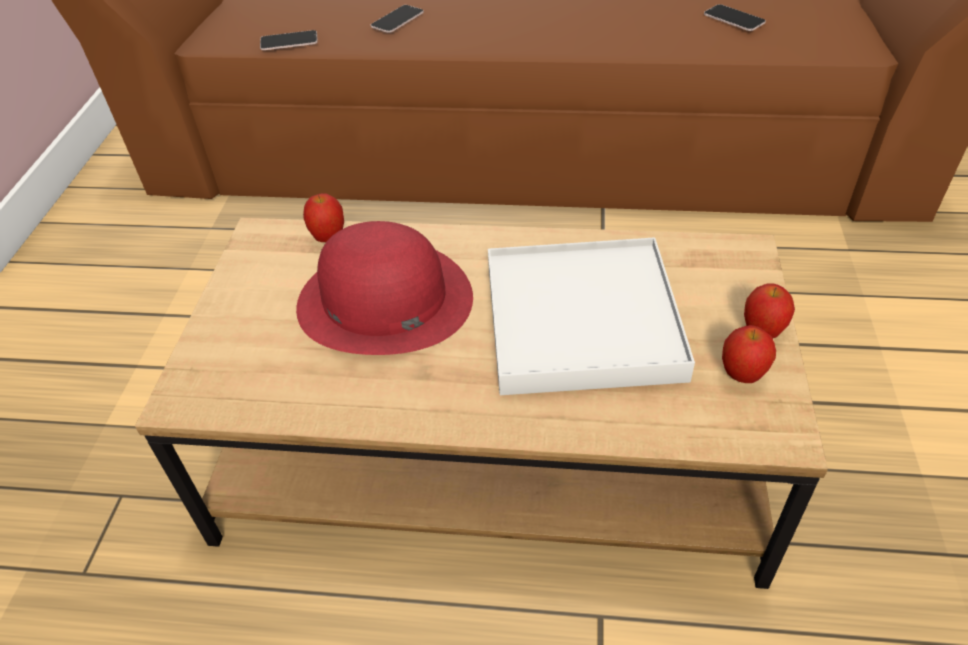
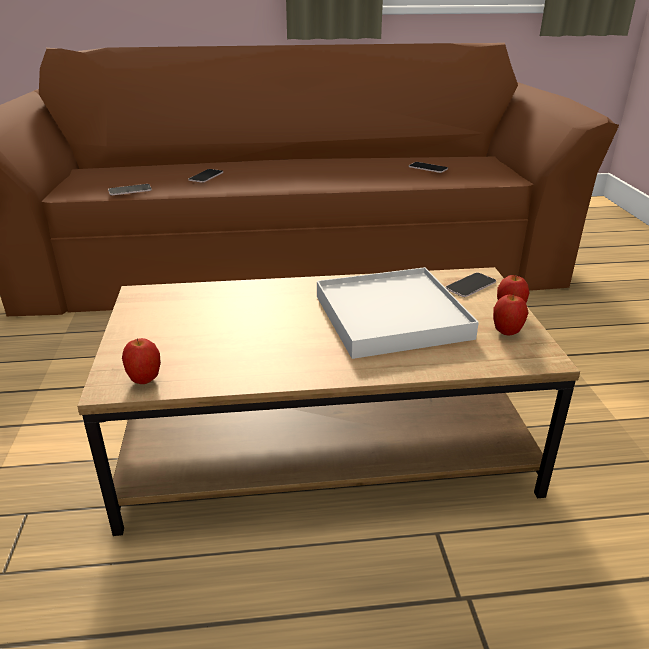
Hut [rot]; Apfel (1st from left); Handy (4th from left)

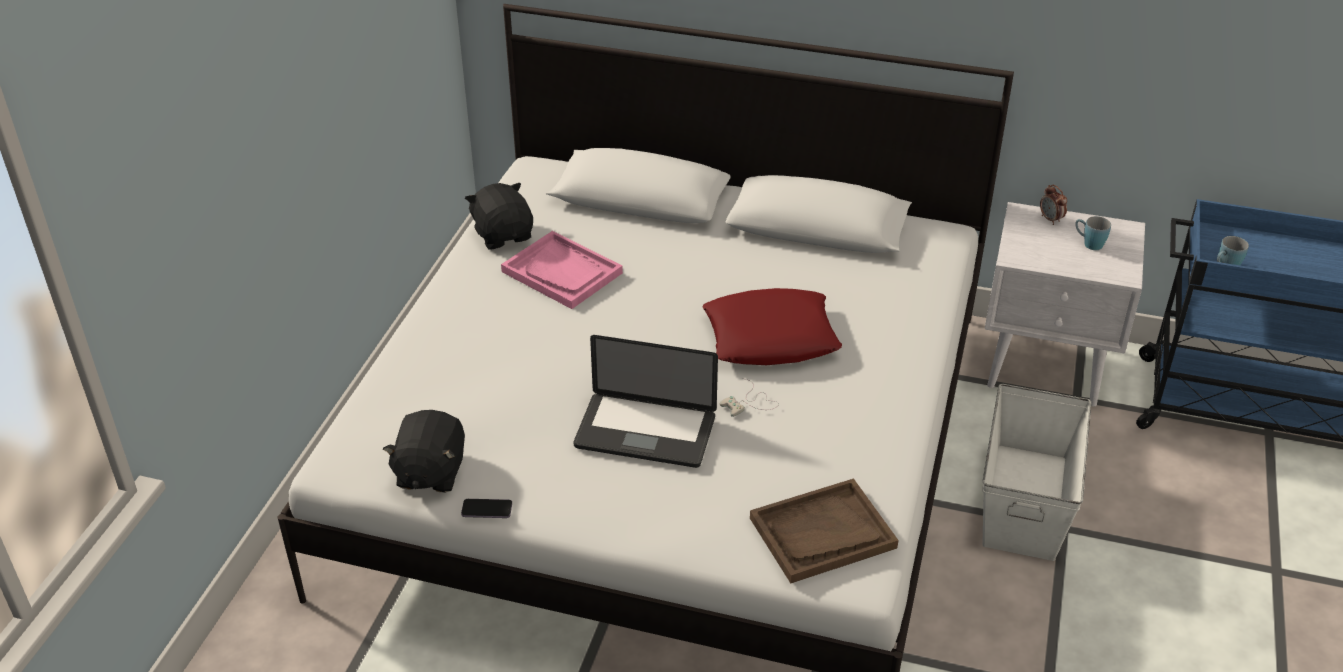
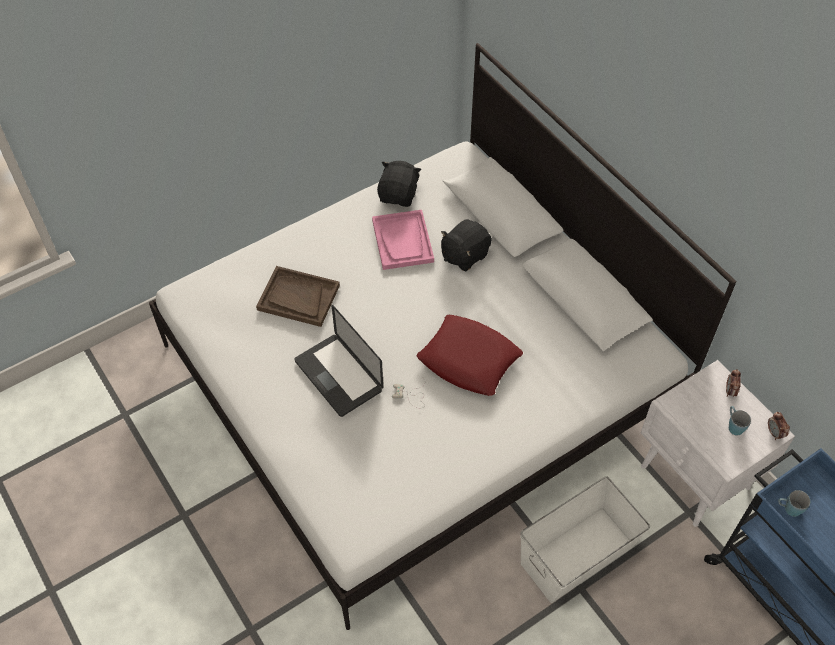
Plüschtier [schwarz] (2nd from left); Handy; Tablett [braun]; Wecker (2nd from left)

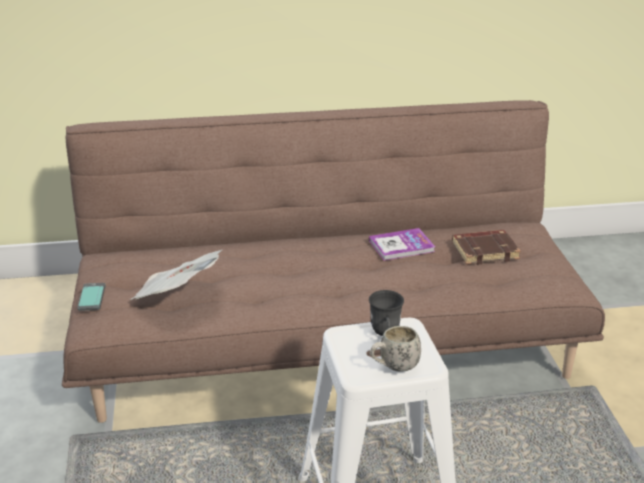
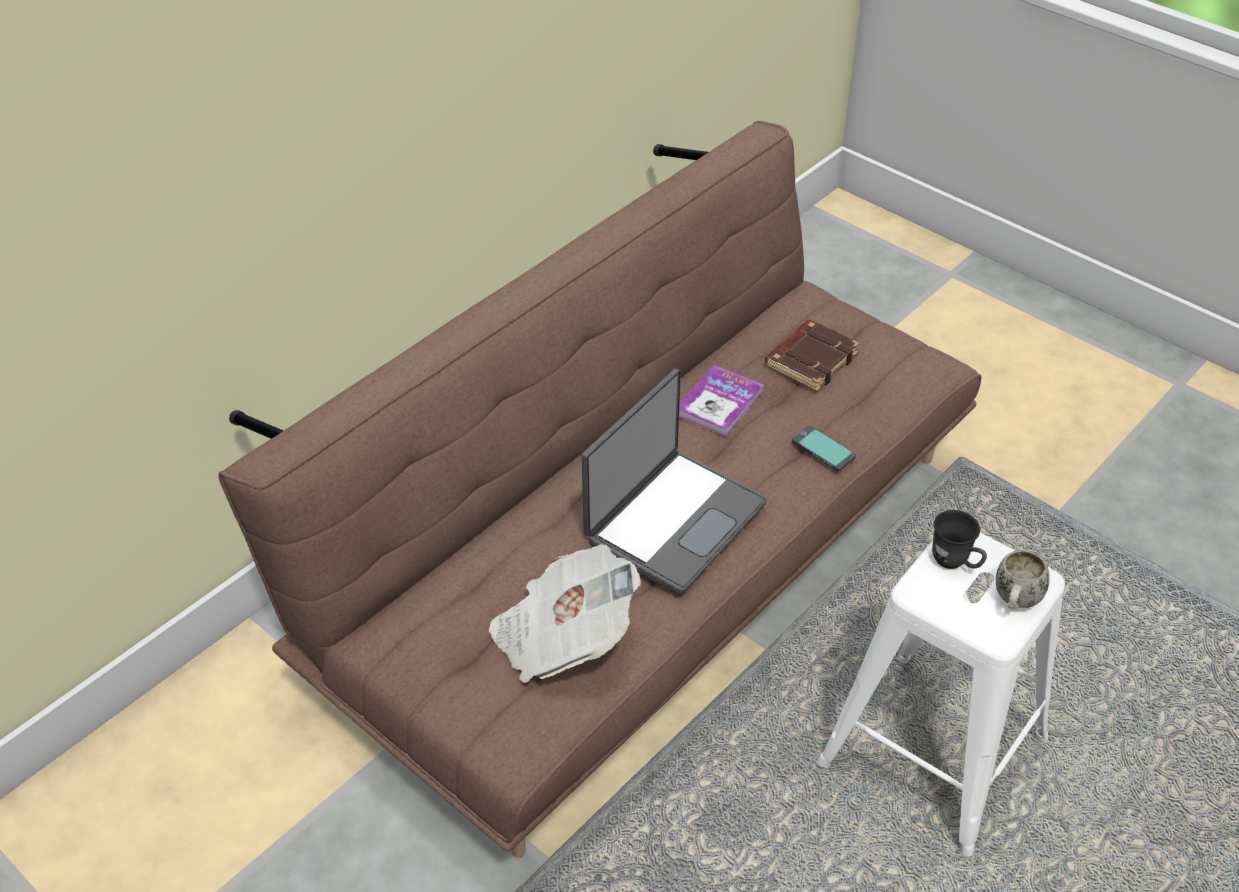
Handy; Laptop

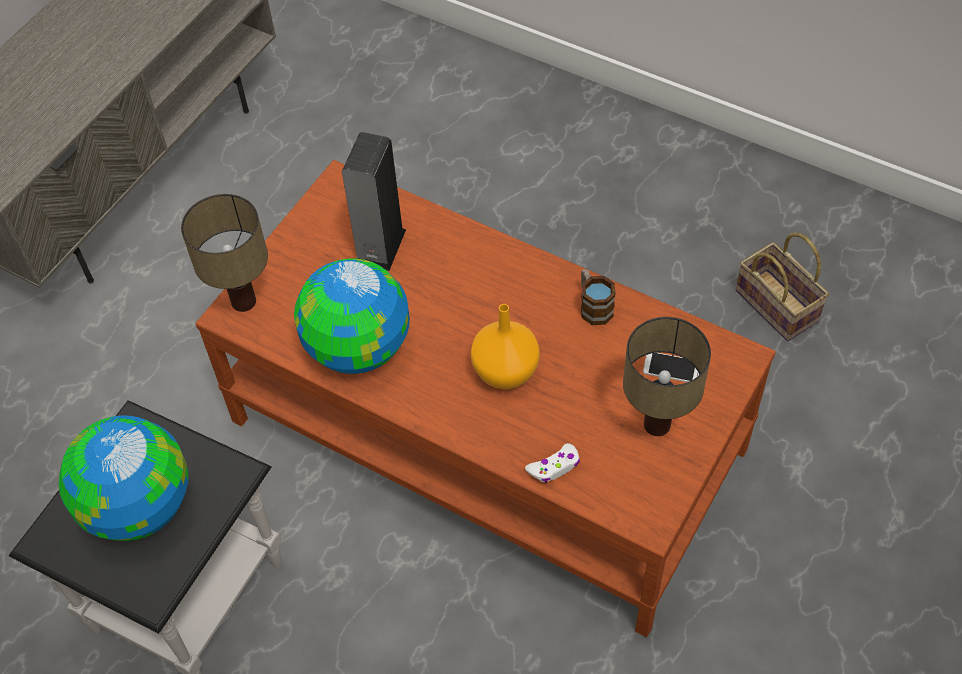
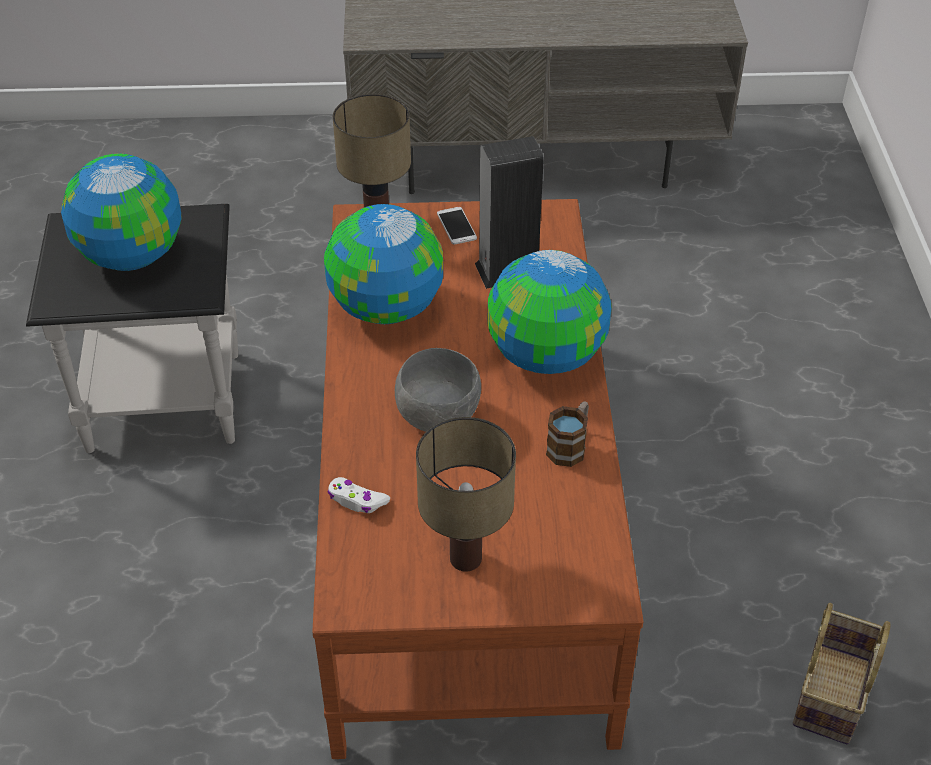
Schüssel [grau]; Handy; Globus (3rd from left)

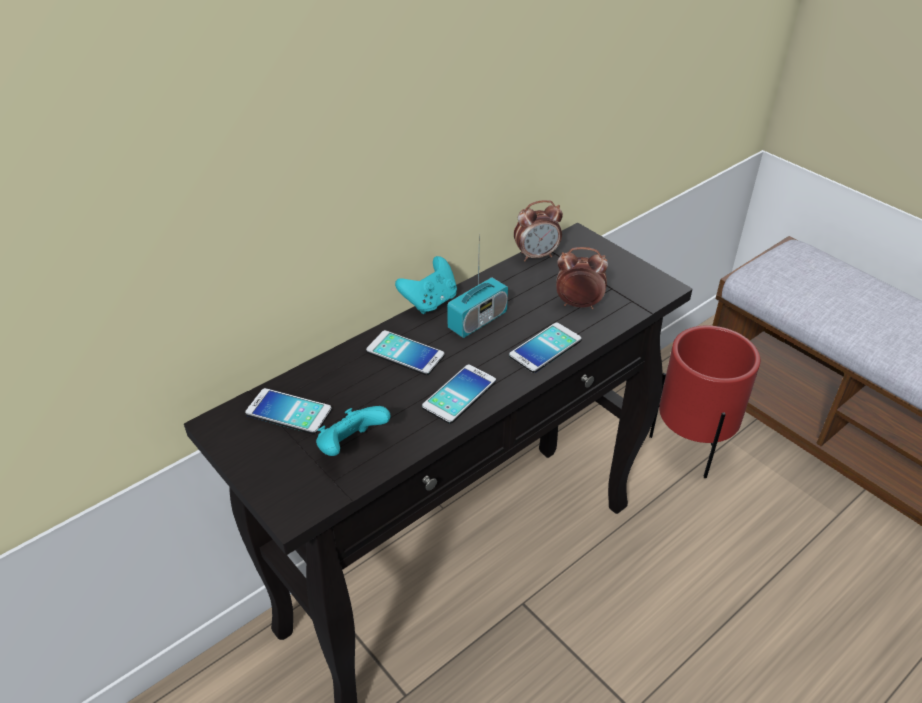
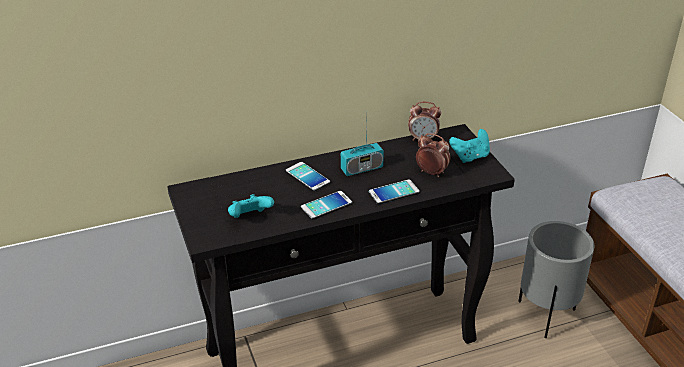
Handy (1st from left in the first image); Gamepad [türkis] (2nd from left); Pflanzkübel [grau]

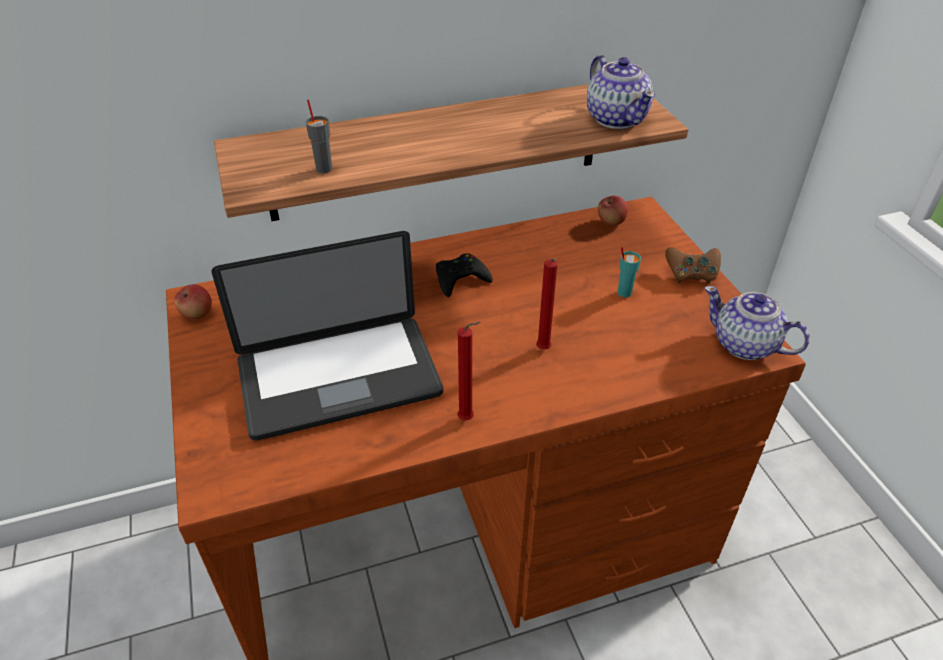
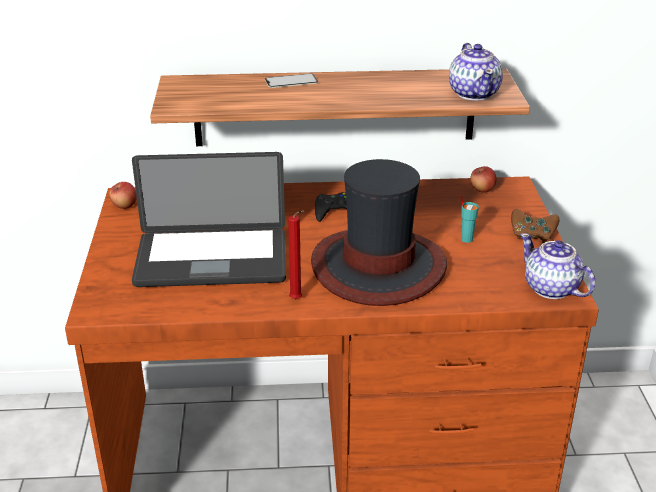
Tasse [grau]; Hut; Handy

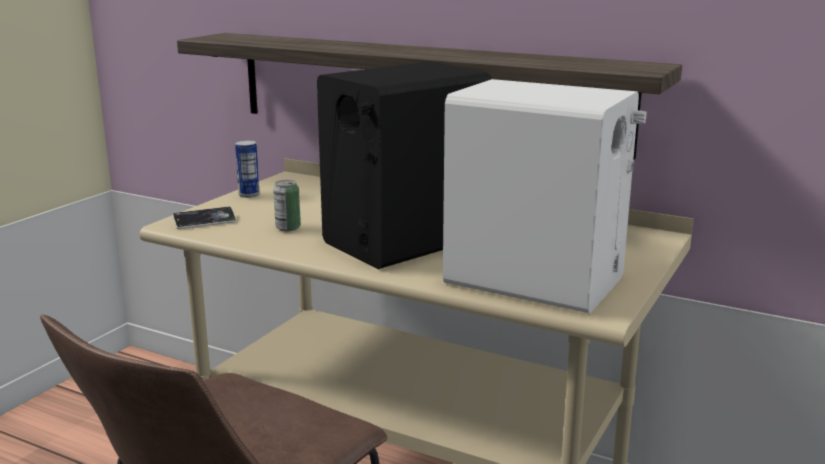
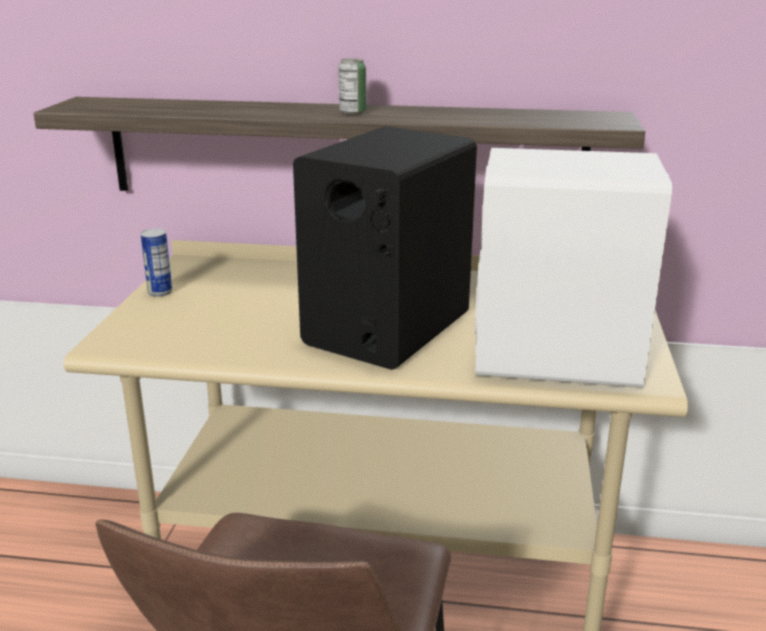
Handy; Dose (2nd from left)

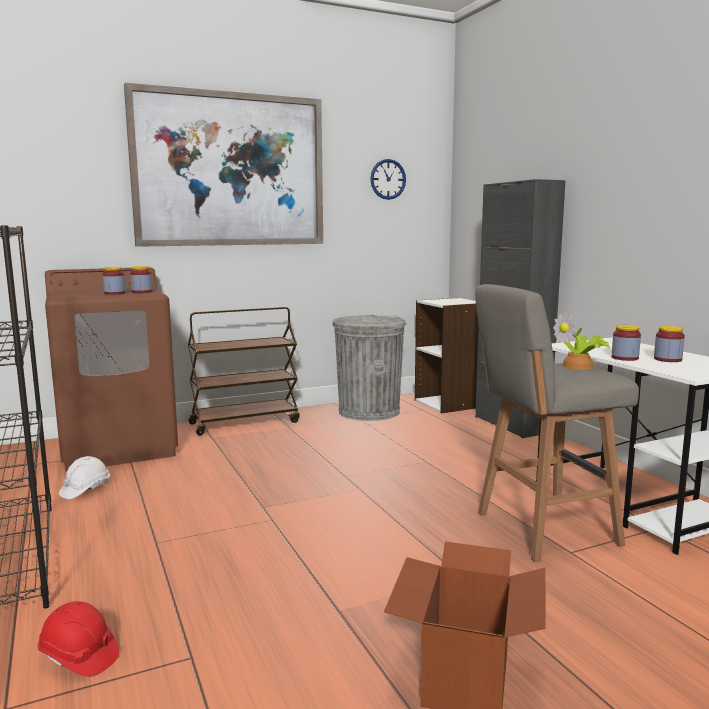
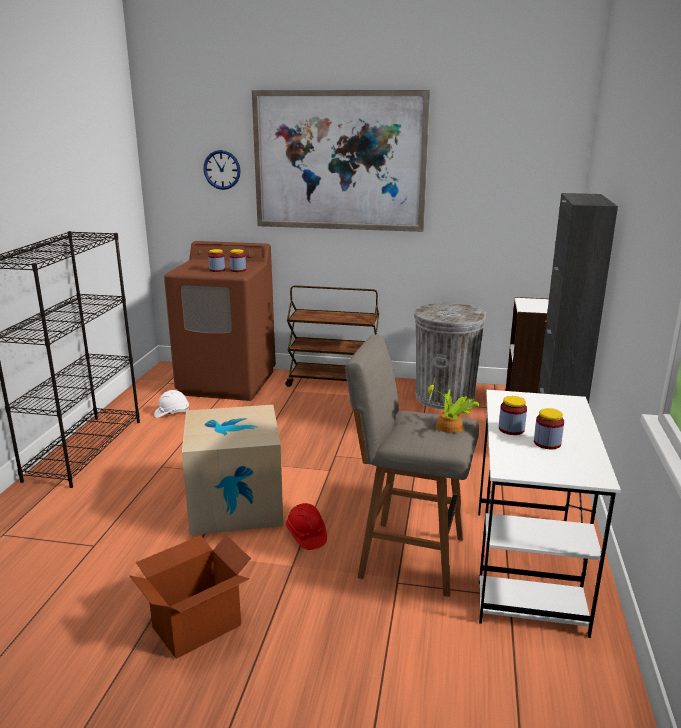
Schutzhelm [rot]; Wanduhr; Karton (2nd from left)

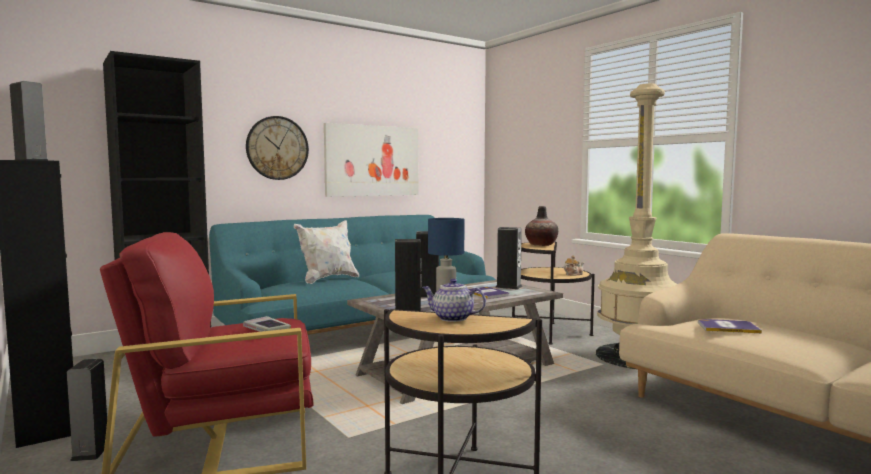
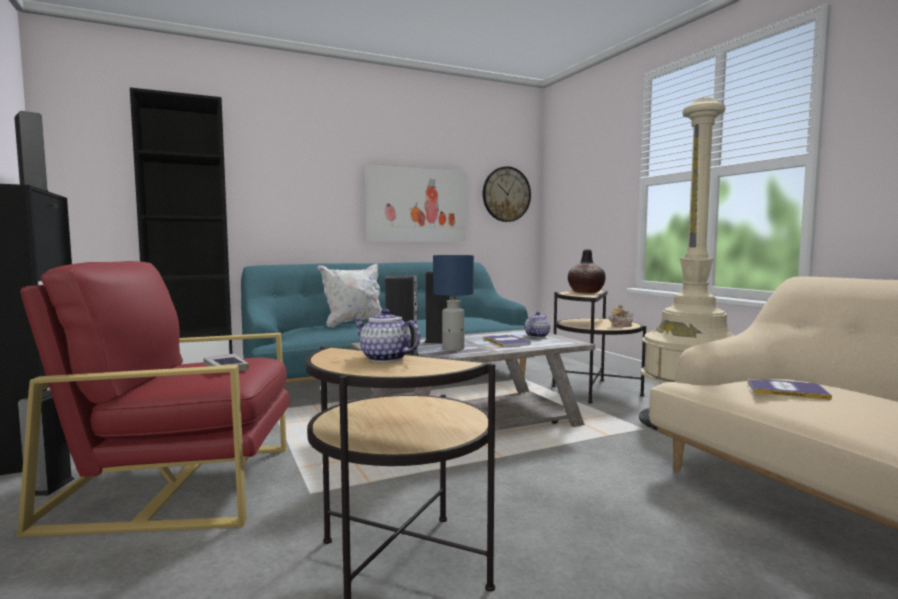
Wanduhr; Teekanne (2nd from left)

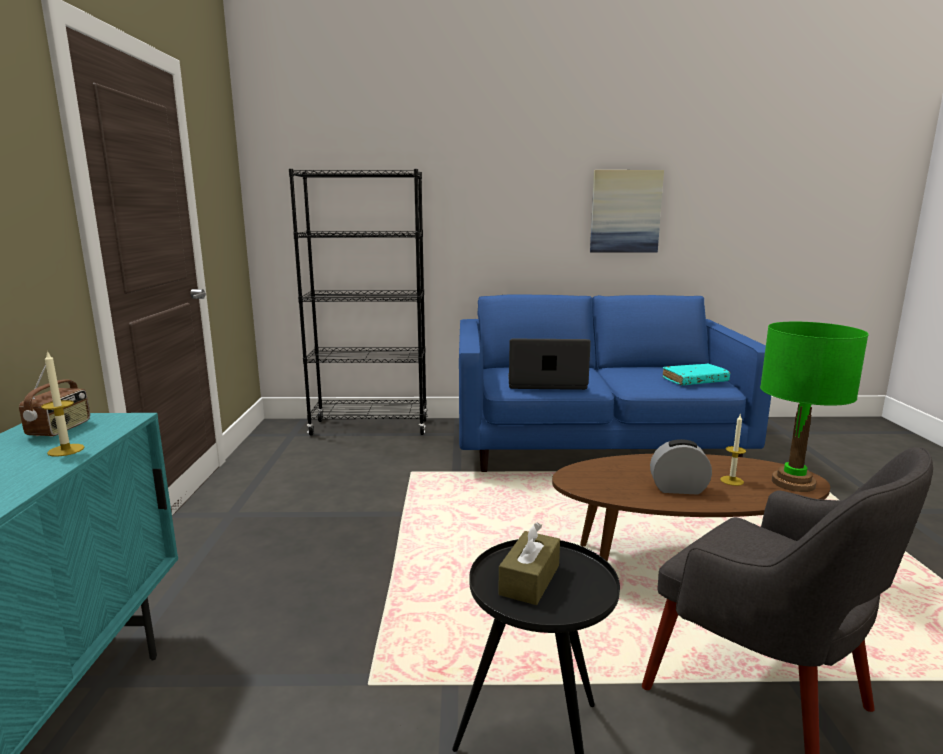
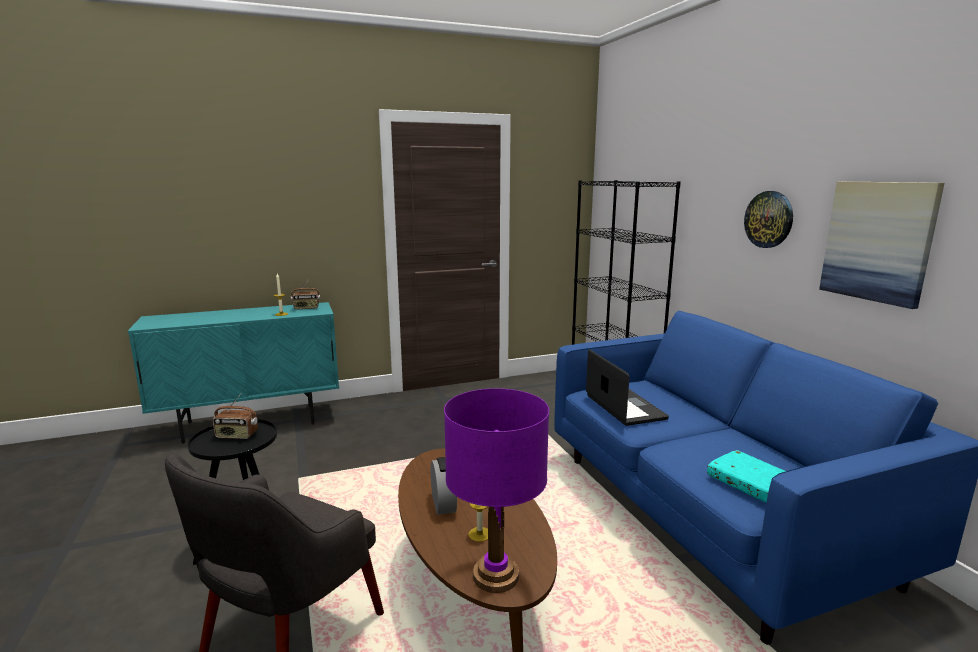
Radio (1st from left); Tischlampe [lila]; Wanduhr

